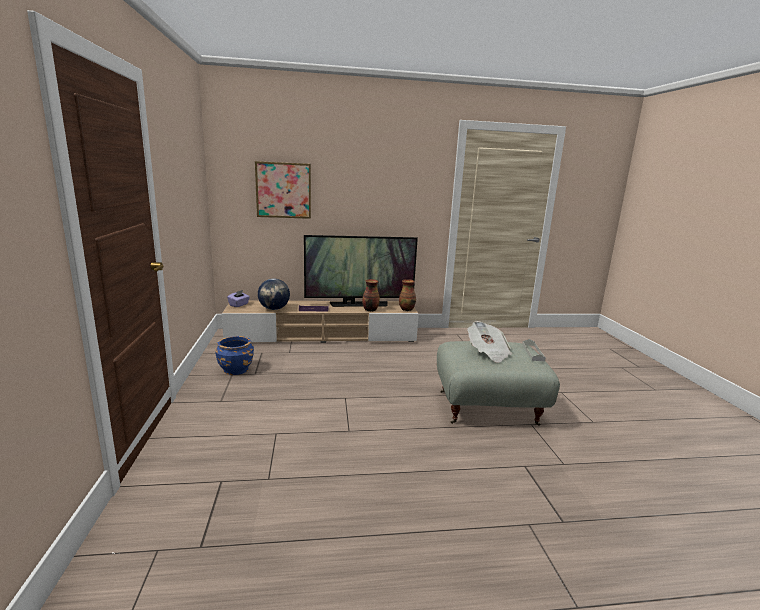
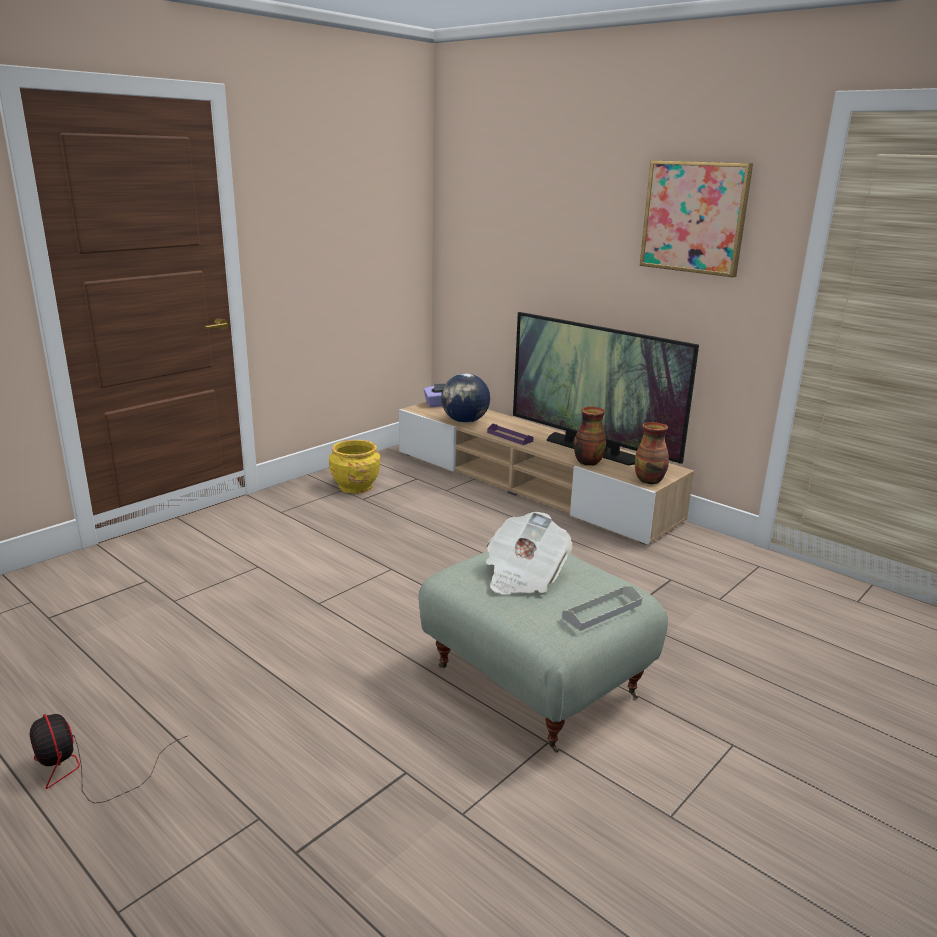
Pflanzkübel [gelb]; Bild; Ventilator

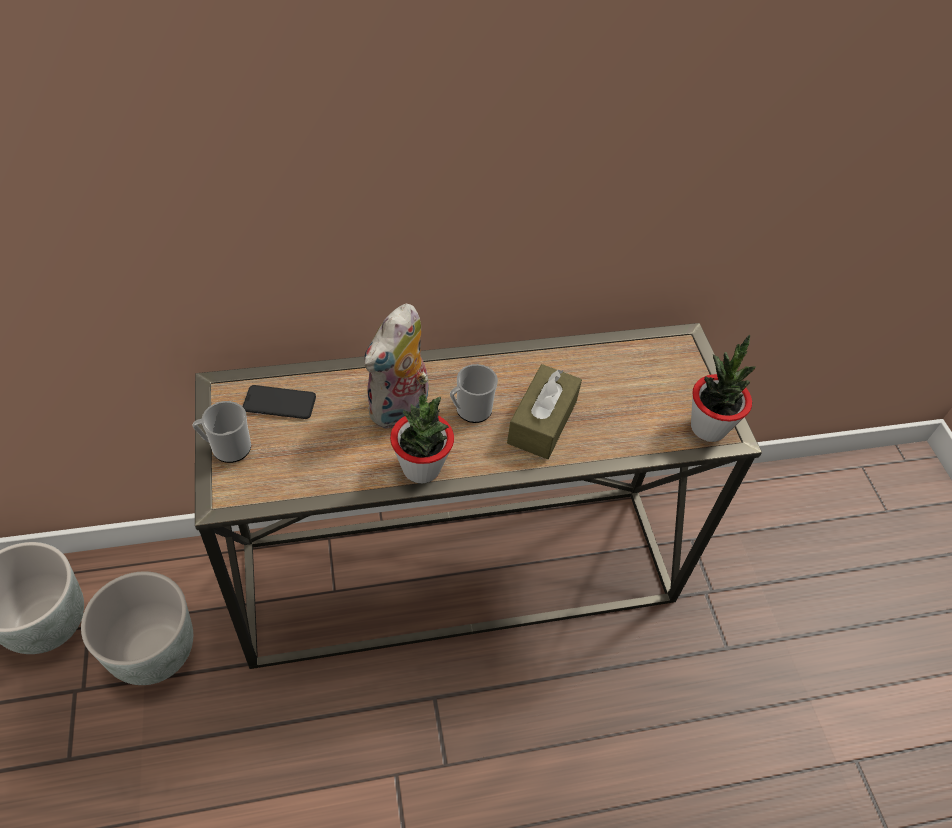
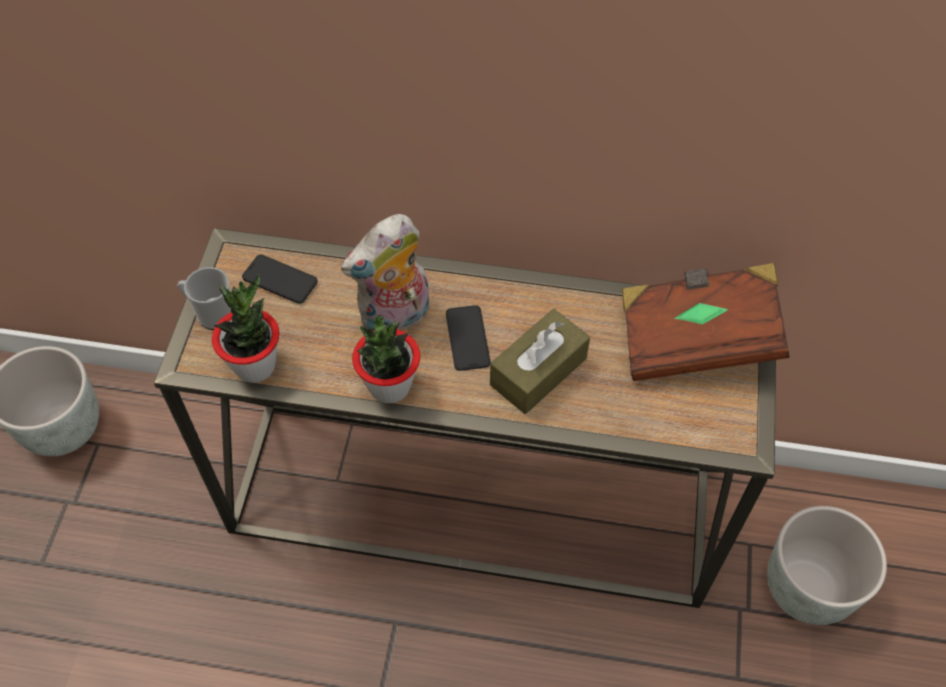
Pflanzkübel [grau] (2nd from left); Handy (2nd from left); Topfpflanze (1st from left); Buch [braun]

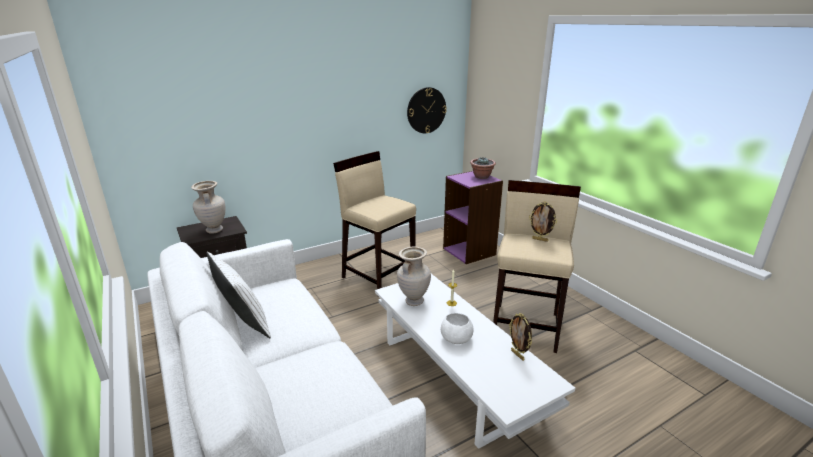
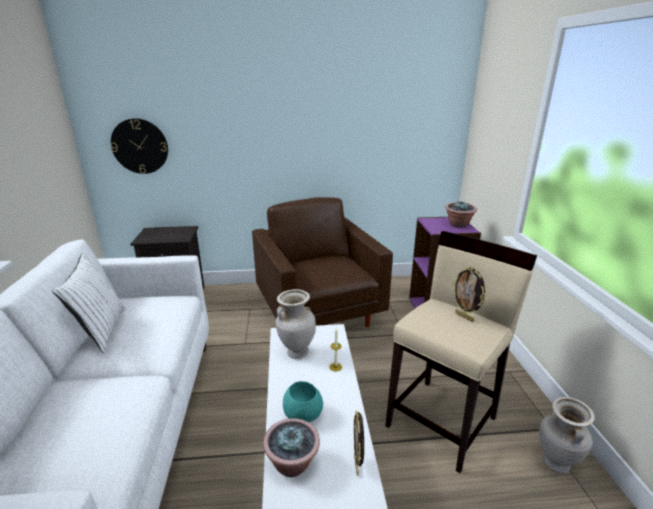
Vase [beige] (2nd from left); Sessel [braun]; Wanduhr; Schüssel [türkis]; Topfpflanze (1st from left)

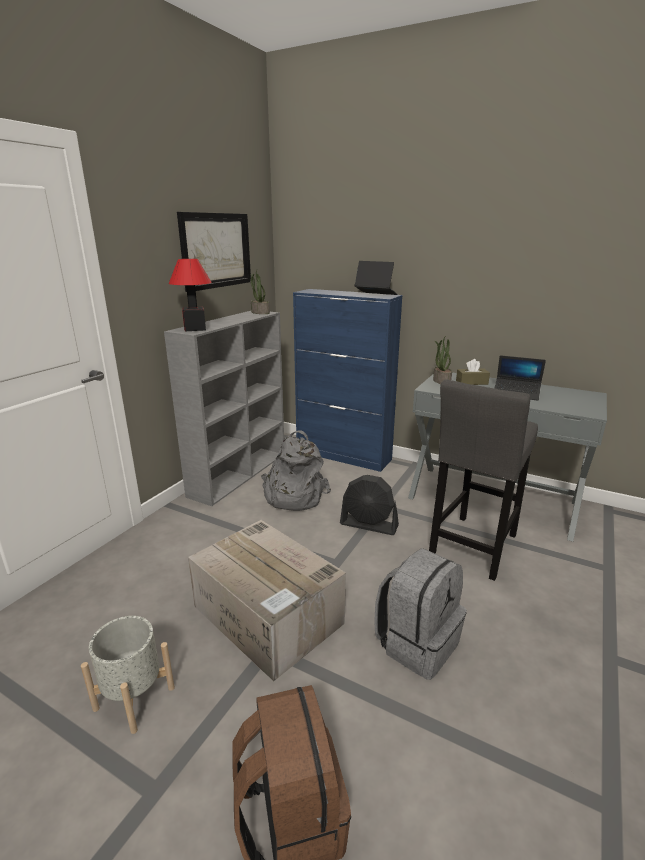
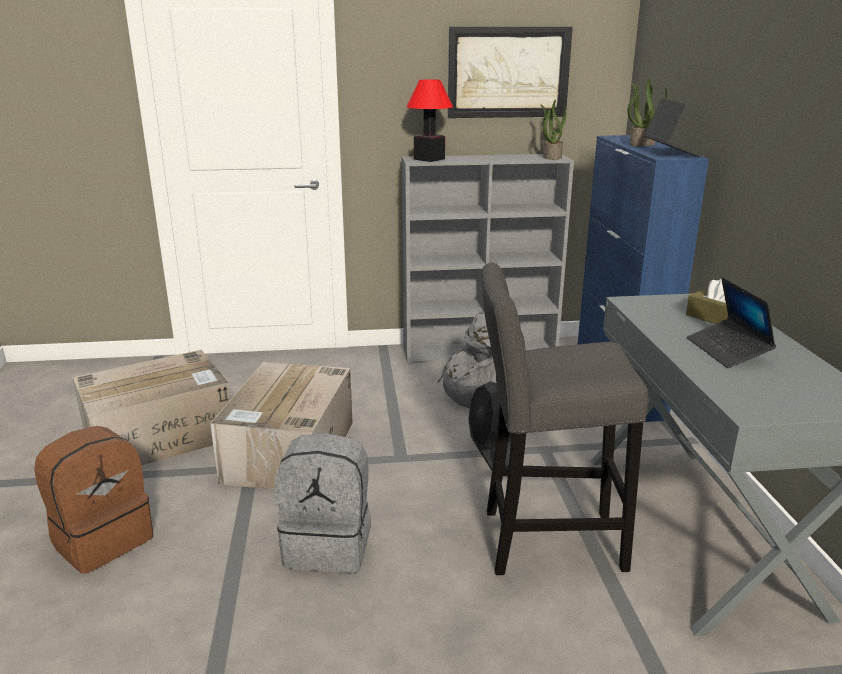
Karton (1st from left); Topfpflanze (2nd from left)

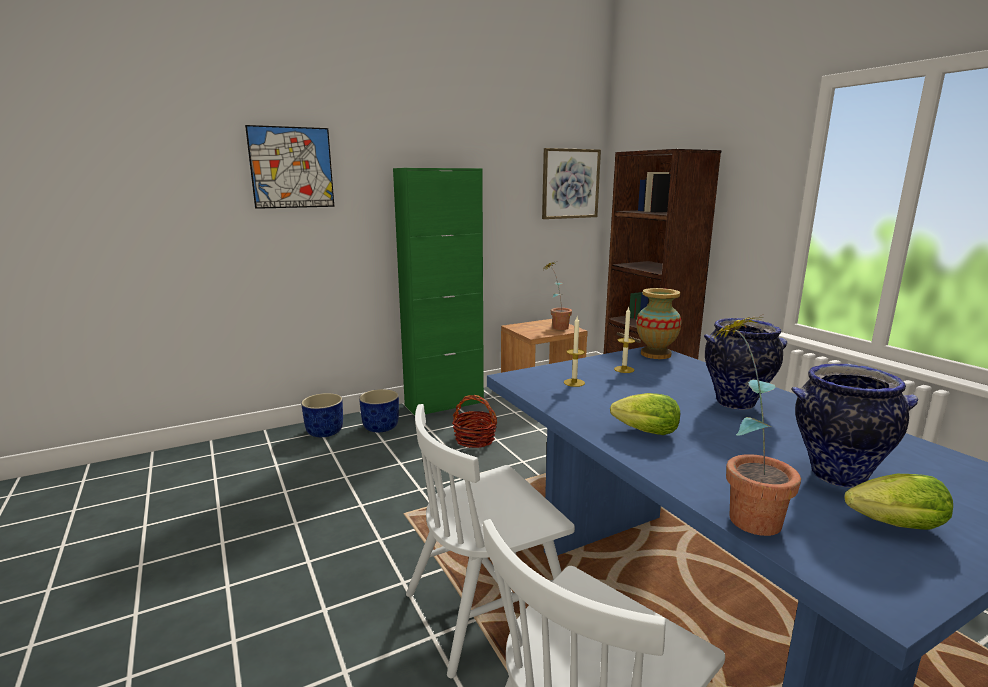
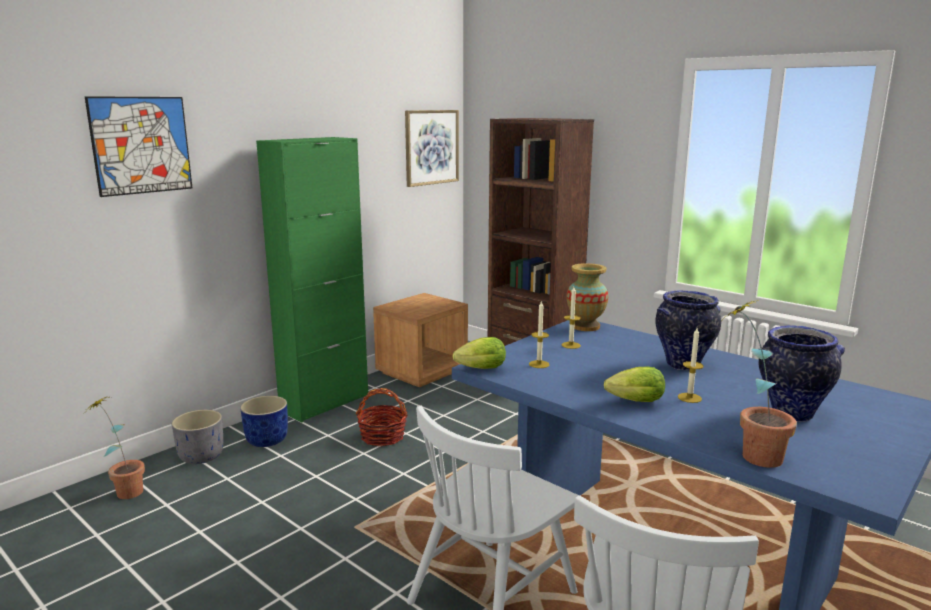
Pflanzkübel [grau]; Topfpflanze (1st from left); Salatkopf (1st from left); Kerze (3rd from left)

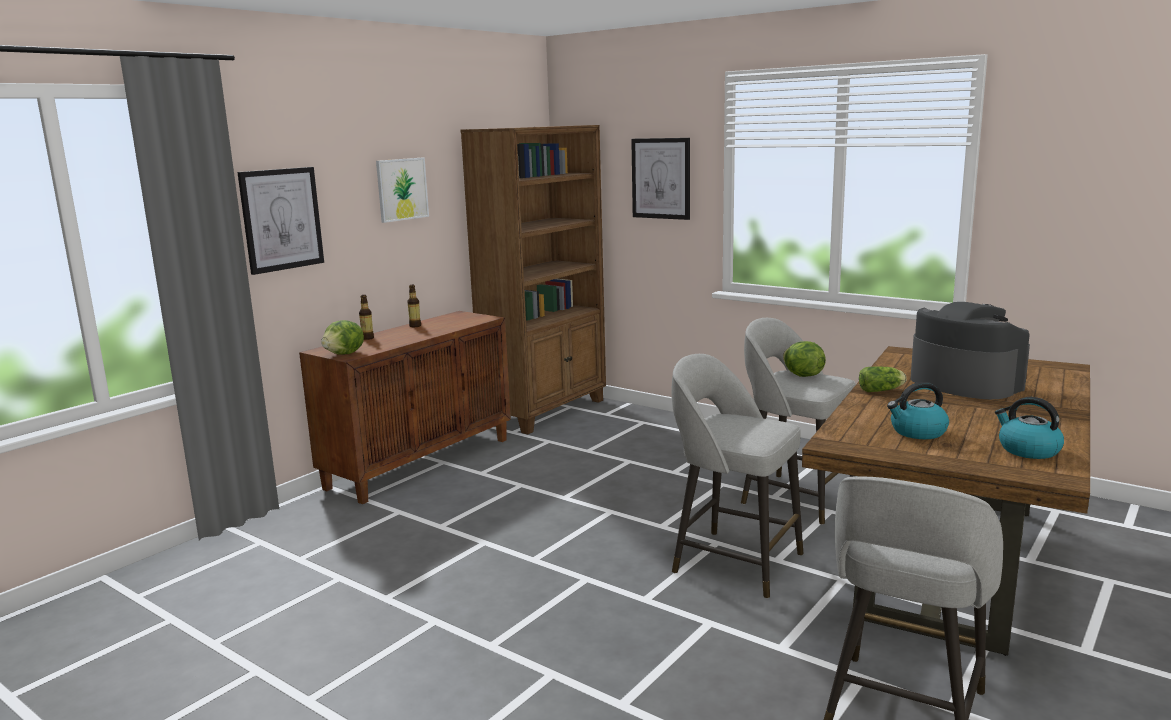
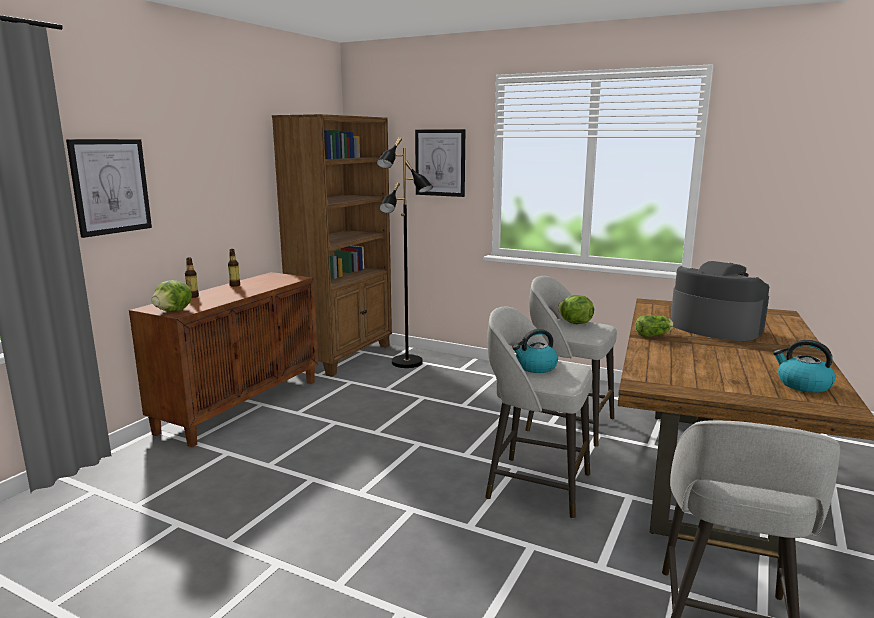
Bild (2nd from left in the first image); Wasserkessel (1st from left); Stehlampe [schwarz]

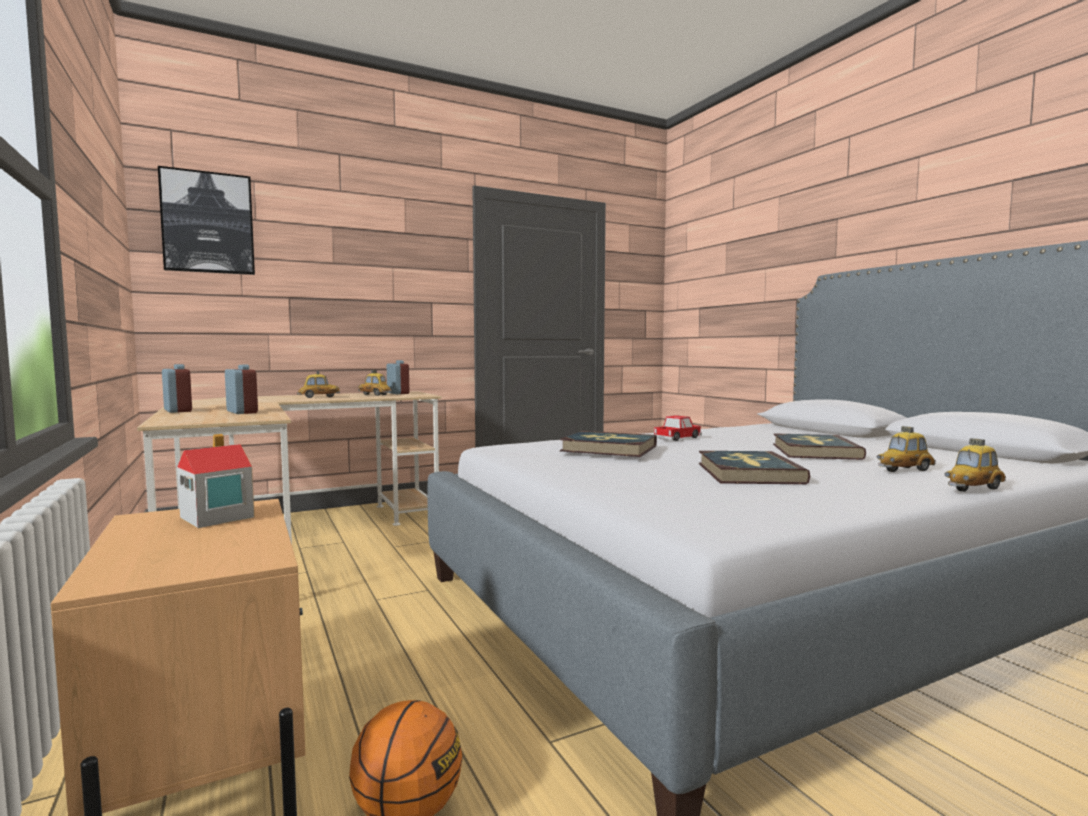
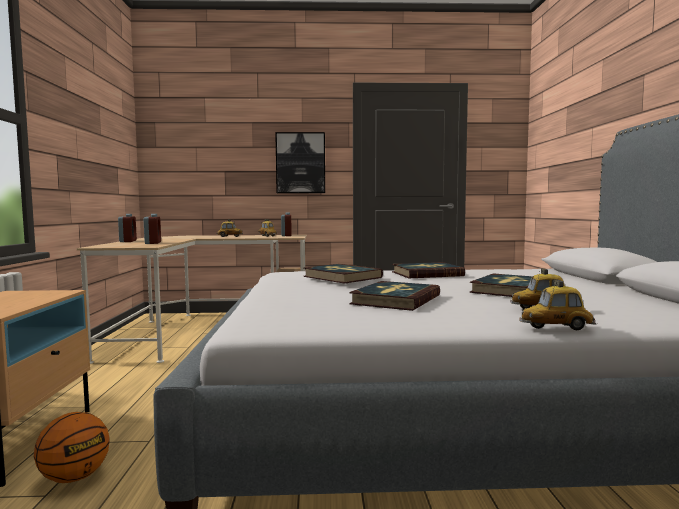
Bild; Spielzeughaus; Buch (3rd from left)

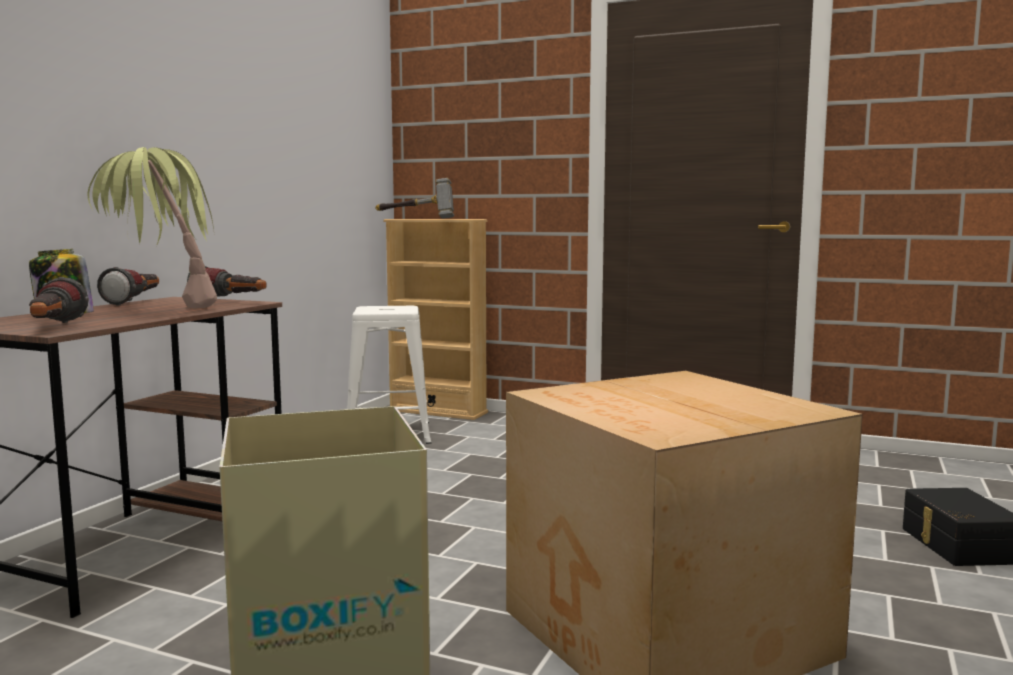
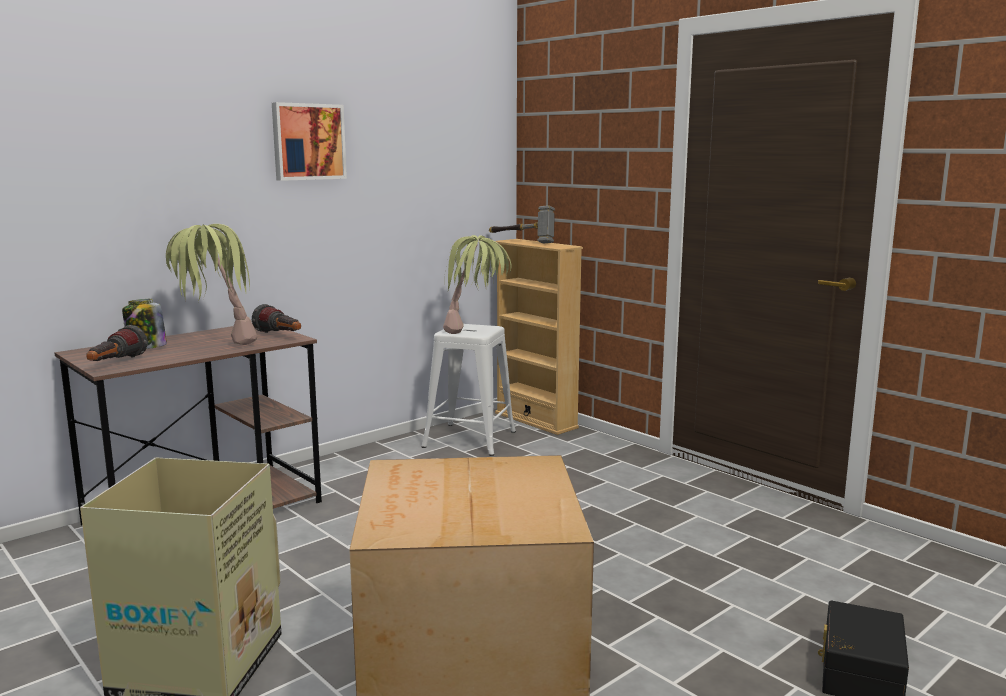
Taschenlampe (2nd from left in the first image); Bild; Topfpflanze (2nd from left)

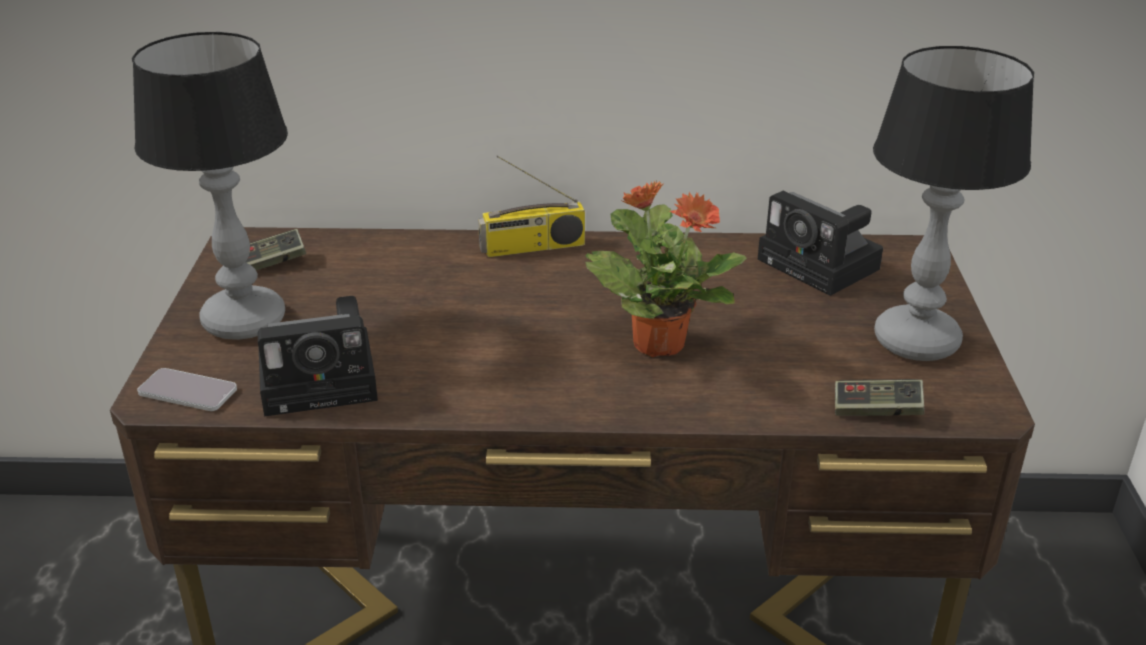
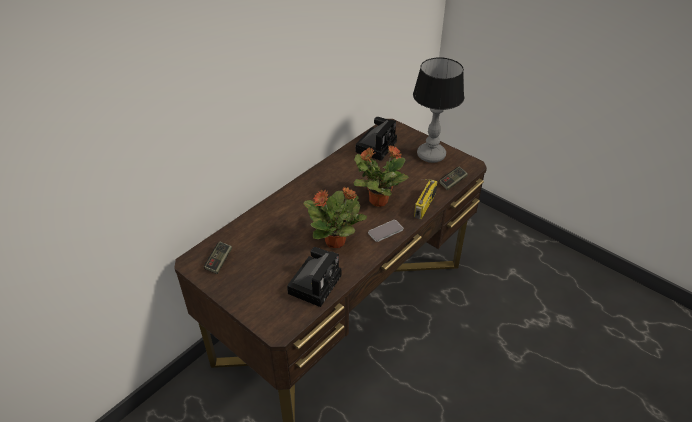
Tischlampe (1st from left in the first image); Handy; Radio; Kamera (2nd from left); Topfpflanze (1st from left)

